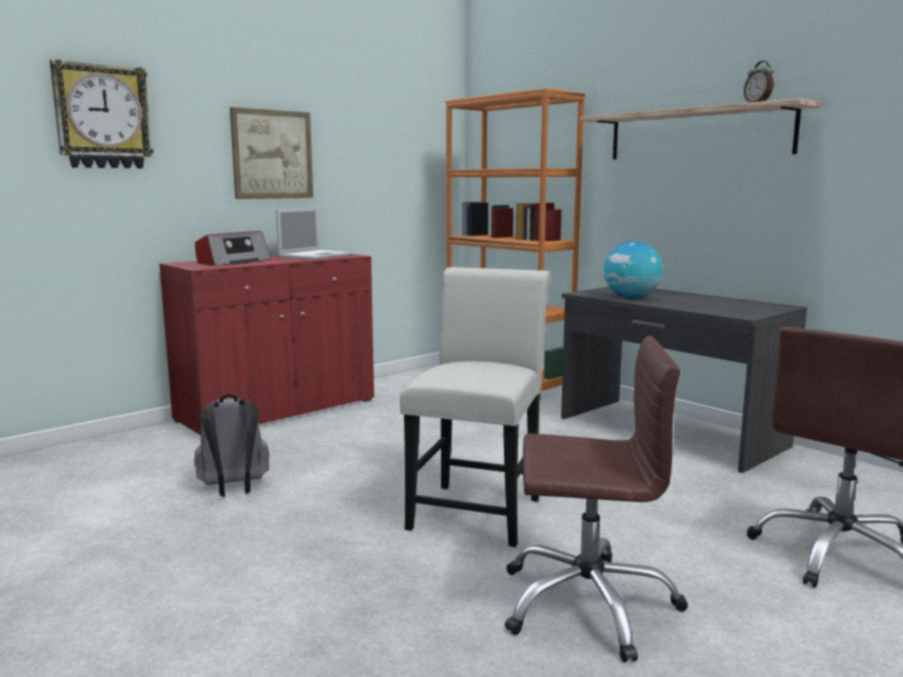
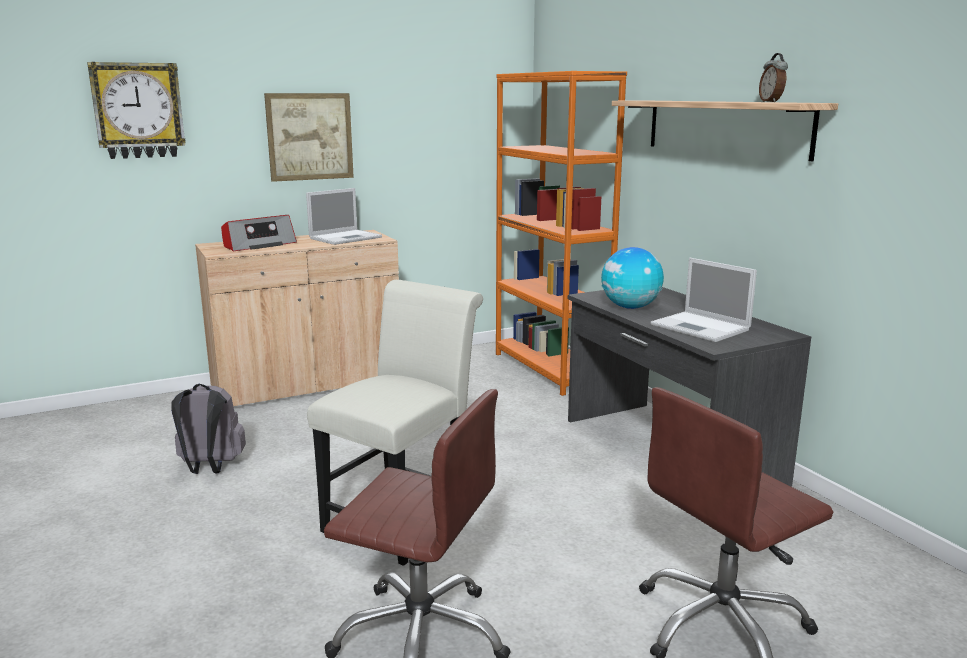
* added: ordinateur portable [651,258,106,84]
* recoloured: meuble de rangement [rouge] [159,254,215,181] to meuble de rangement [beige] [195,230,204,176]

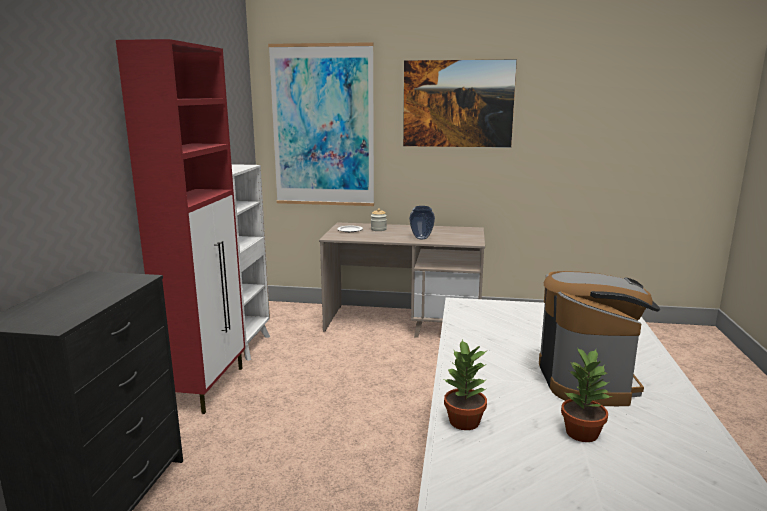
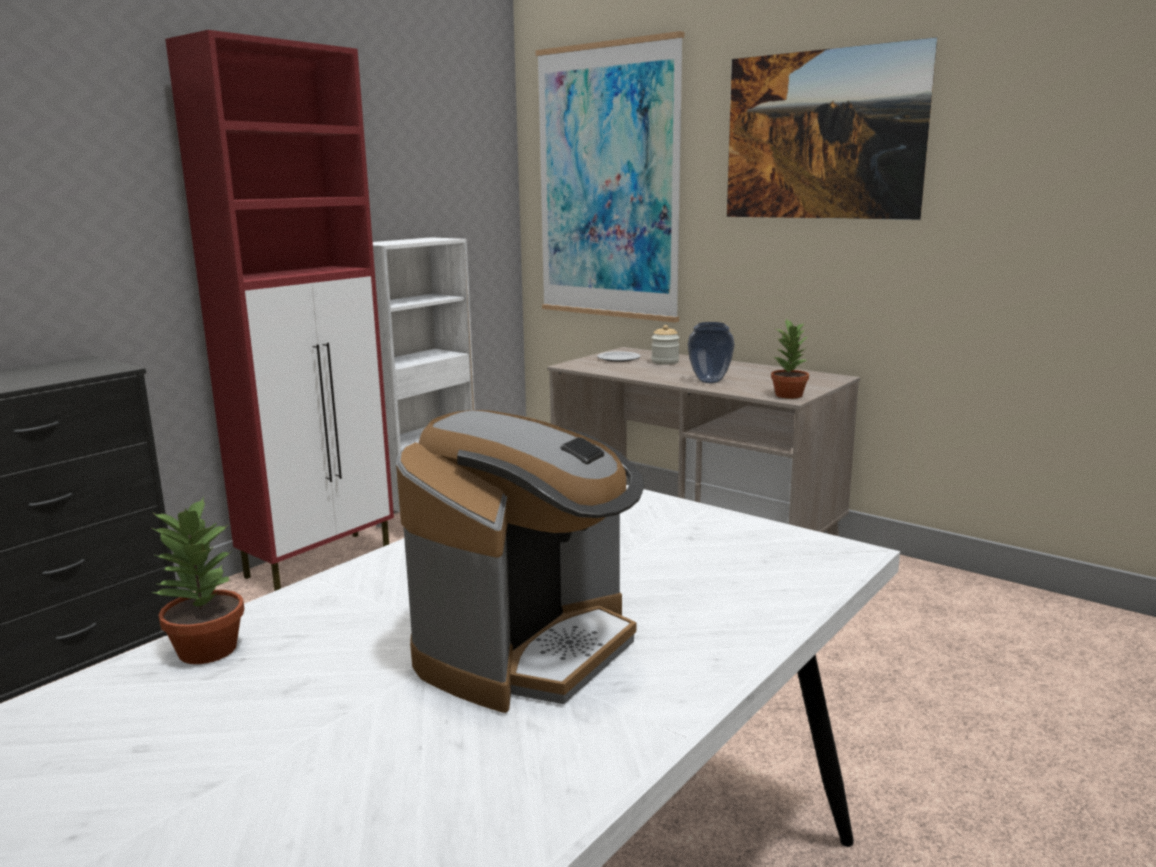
* moved: plante en pot [561,347,52,95] to [771,319,38,80]

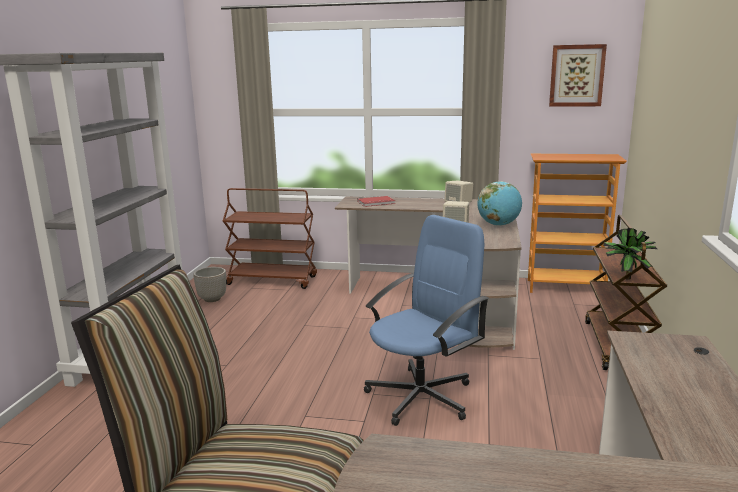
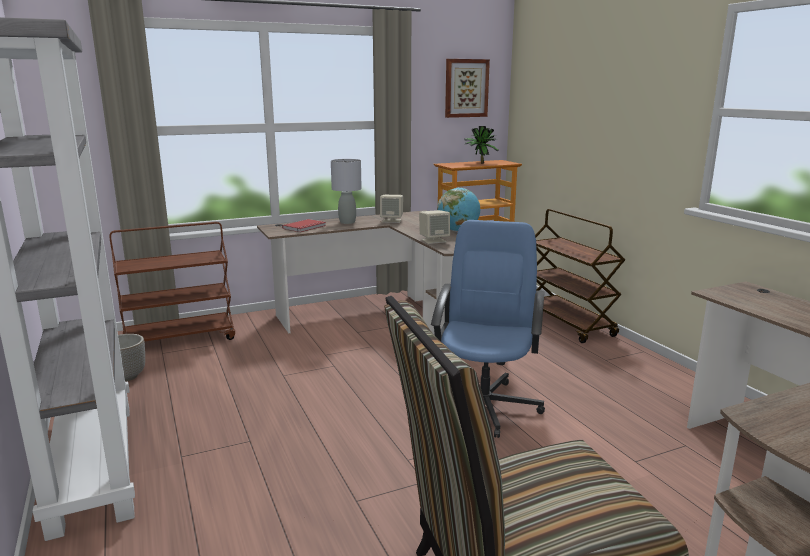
* added: lampe de table [gris] [331,159,31,65]
* moved: plante en pot [603,228,54,52] to [464,126,34,38]

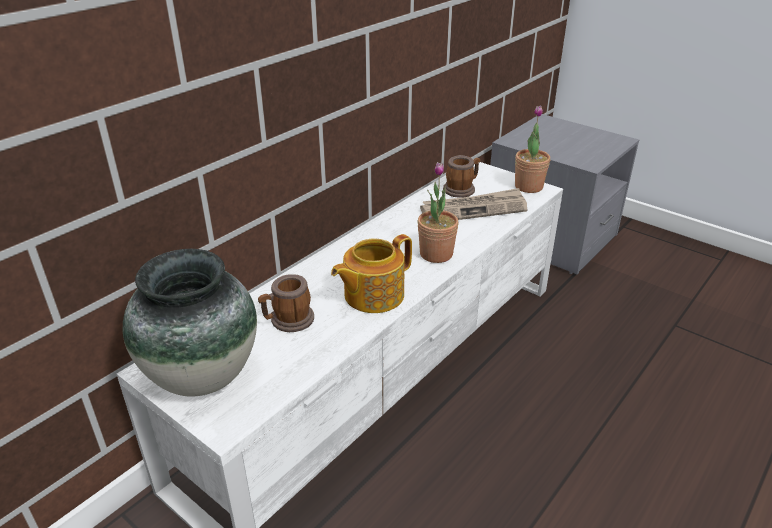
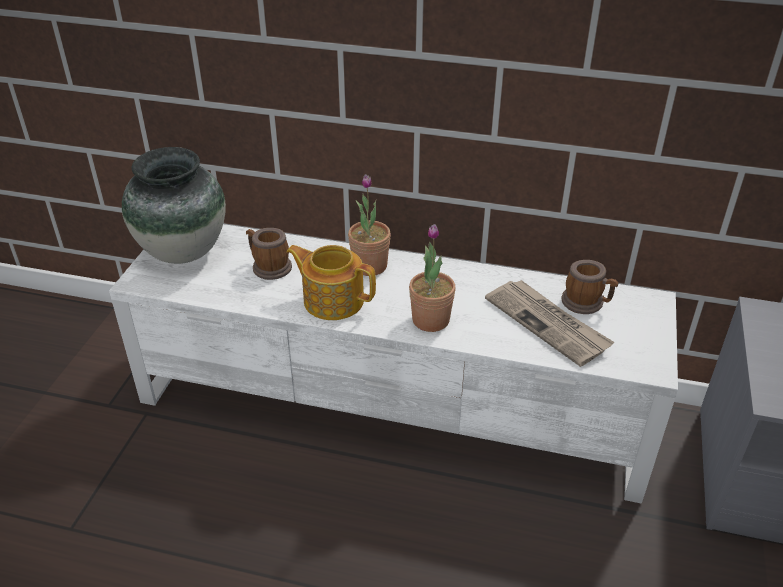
* moved: plante en pot [515,105,35,88] to [348,174,43,102]

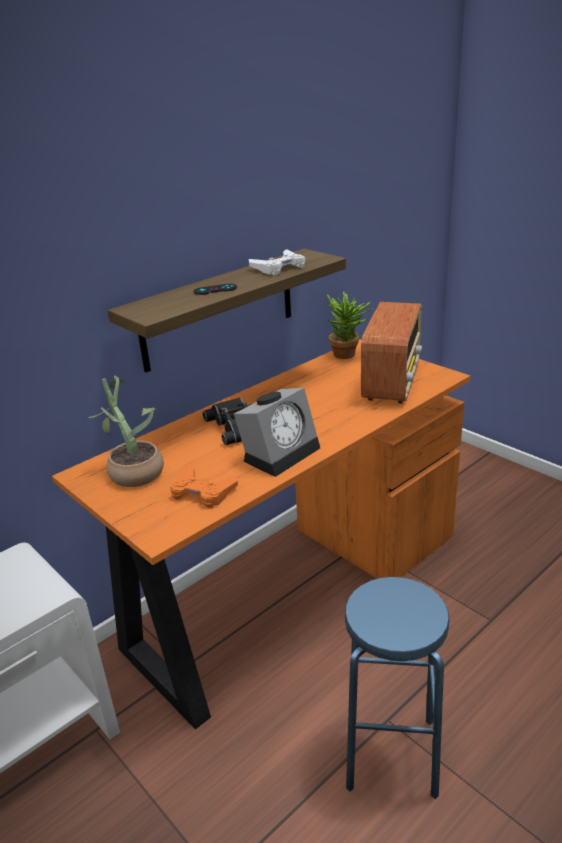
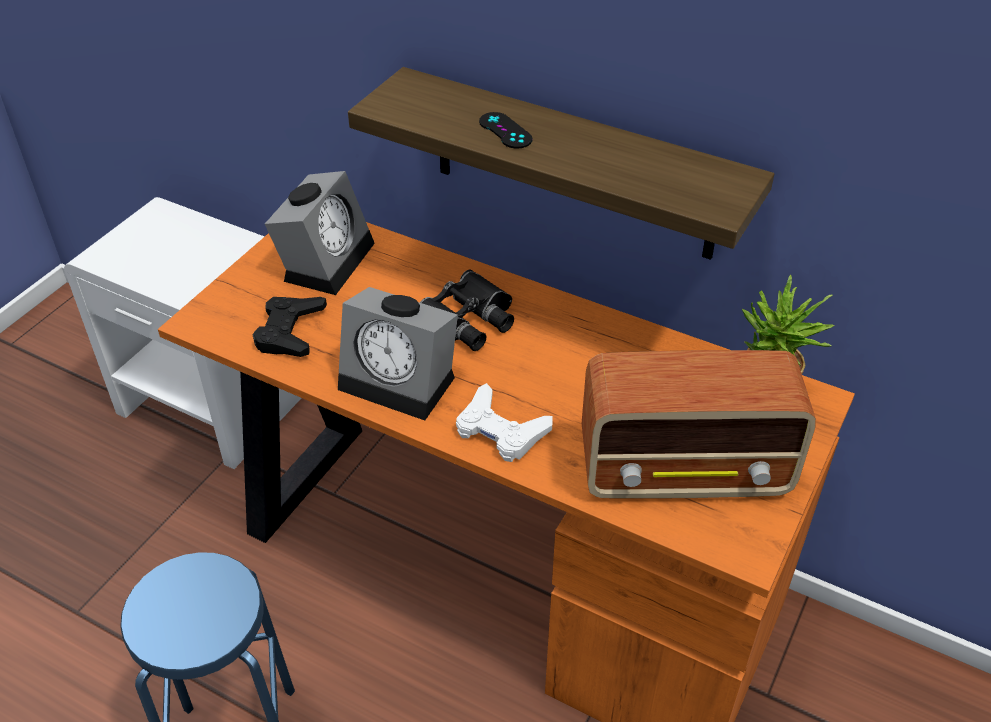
* moved: manette [blanc] [249,249,56,26] to [456,383,97,79]
* replaced: plante en pot [89,376,75,111] to réveil [265,171,110,124]
* recoloured: manette [orange] [170,465,68,43] to manette [noir] [252,297,75,60]

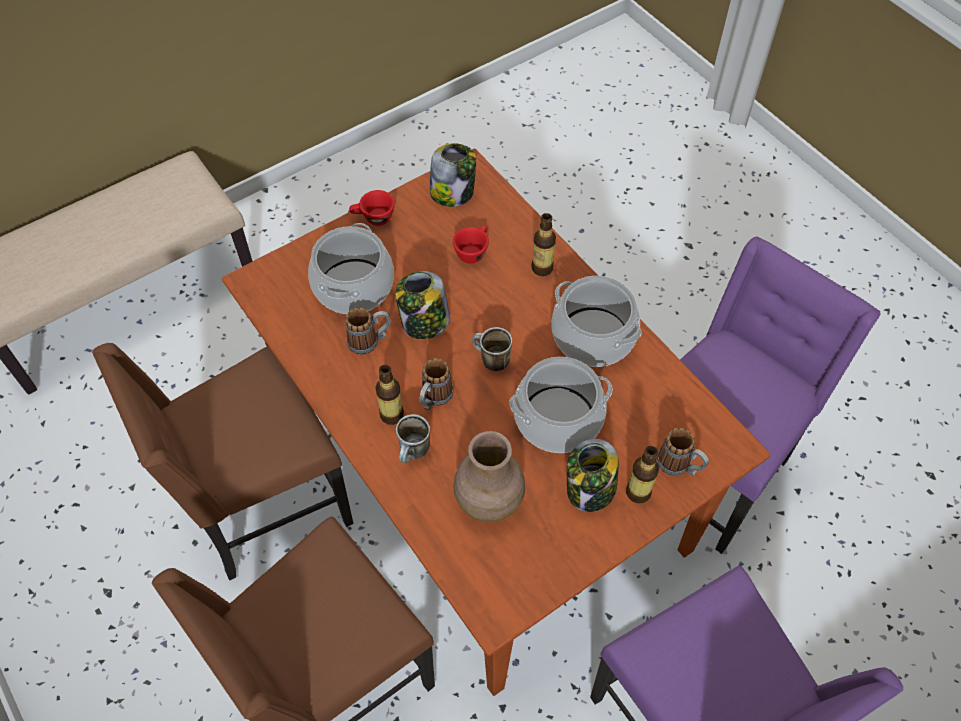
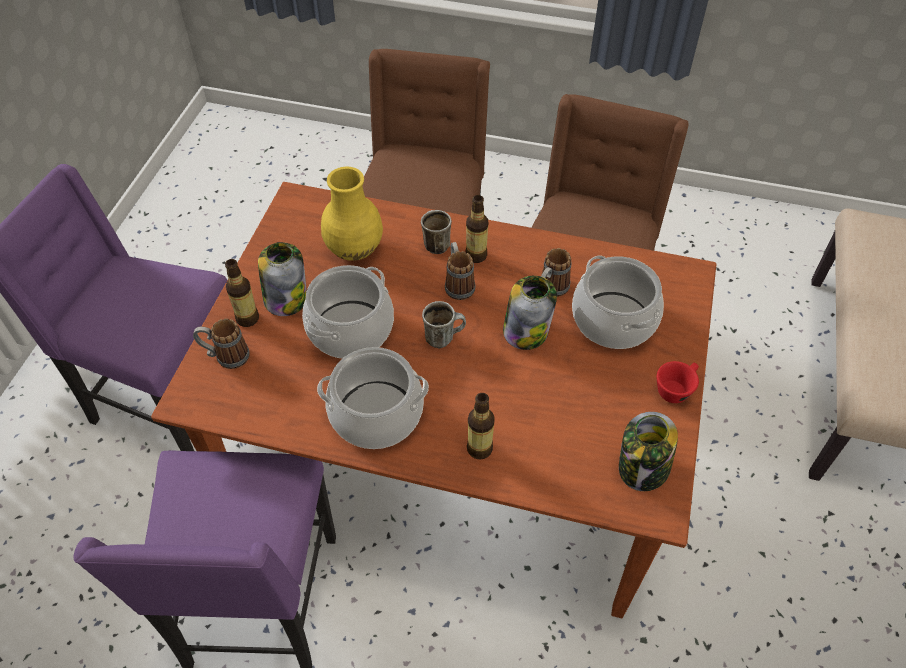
* removed: tasse [rouge] [453,225,36,39]
* recoloured: vase [marron] [454,431,71,91] to vase [jaune] [321,167,62,94]

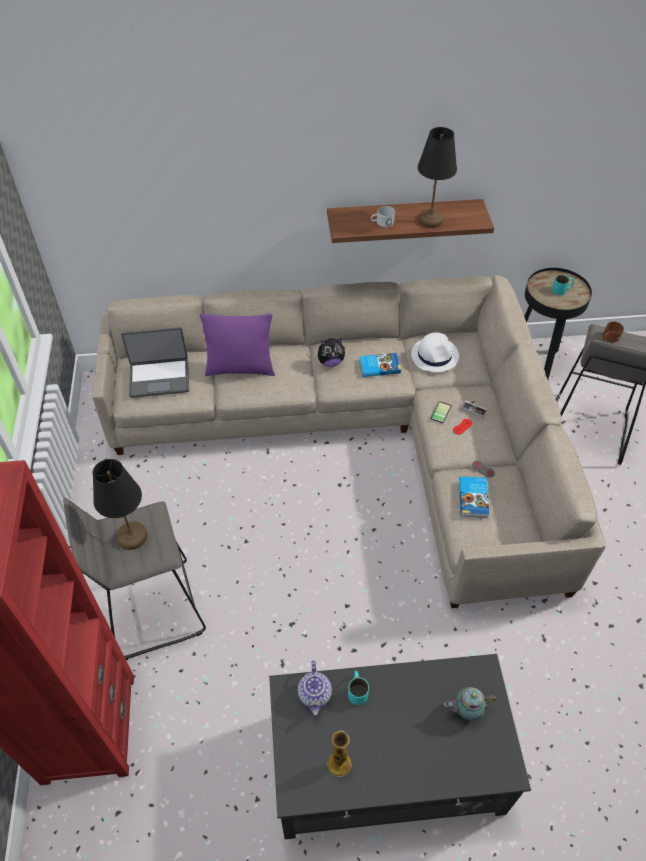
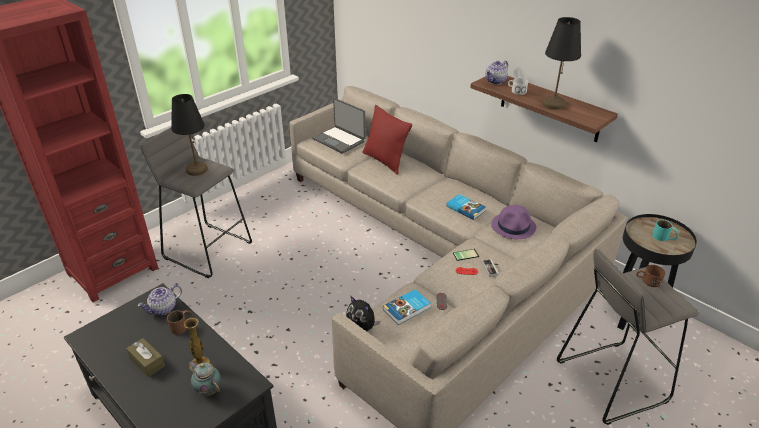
* added: boîte à mouchoirs [marron] [126,338,39,39]
* added: théière [485,61,23,24]
* moved: peluche [318,338,27,29] to [346,296,34,35]
* moved: vase [327,730,25,47] to [184,318,26,53]
* recoloured: coussin [violet] [200,314,75,62] to coussin [rouge] [362,105,50,70]
* recoloured: mug [turquoise] [348,671,21,34] to mug [marron] [167,310,26,25]
* recoloured: chapeau [blanc] [411,332,48,40] to chapeau [violet] [491,205,45,34]

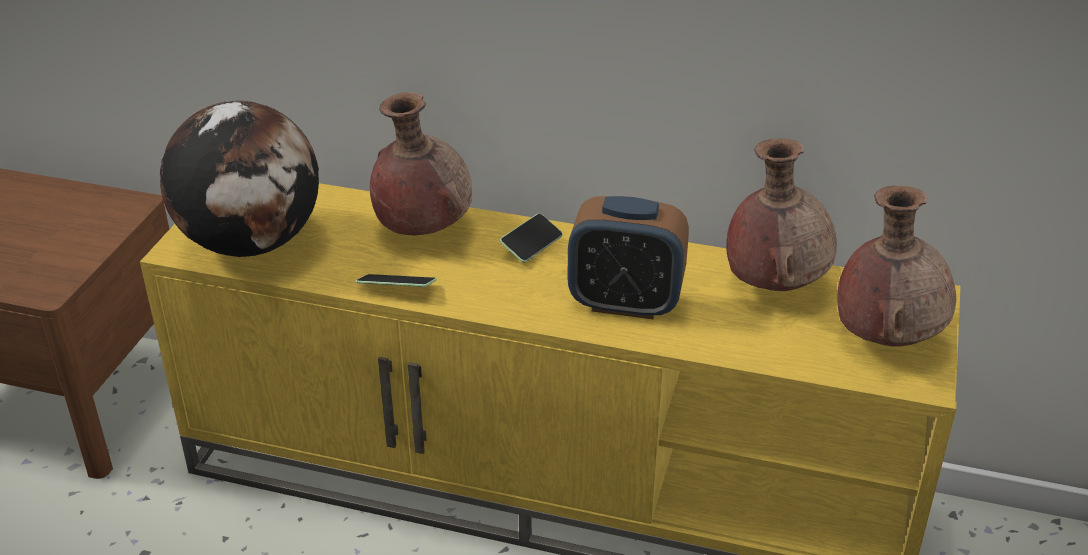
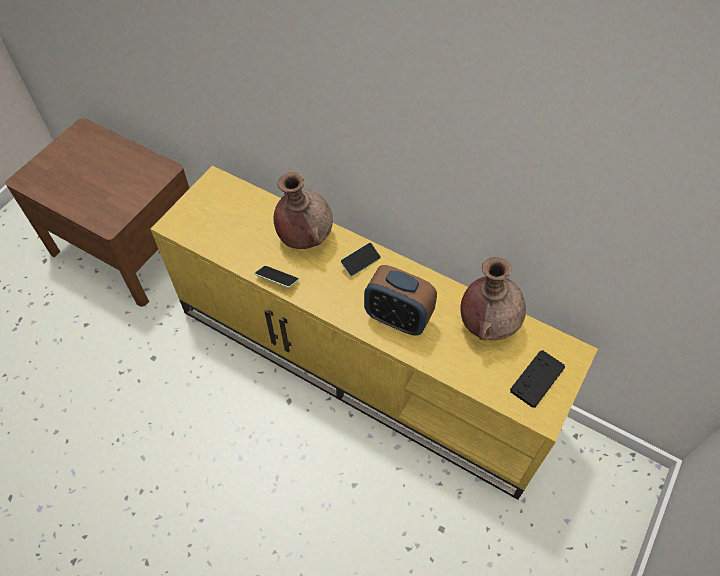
* removed: globe [160,101,159,156]
* replaced: vase [marron] [837,186,119,161] to manette [noir] [510,350,55,58]

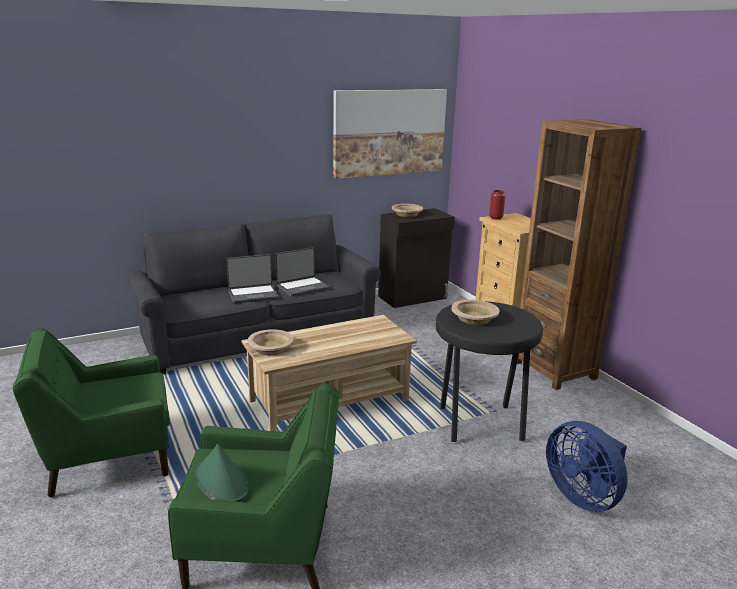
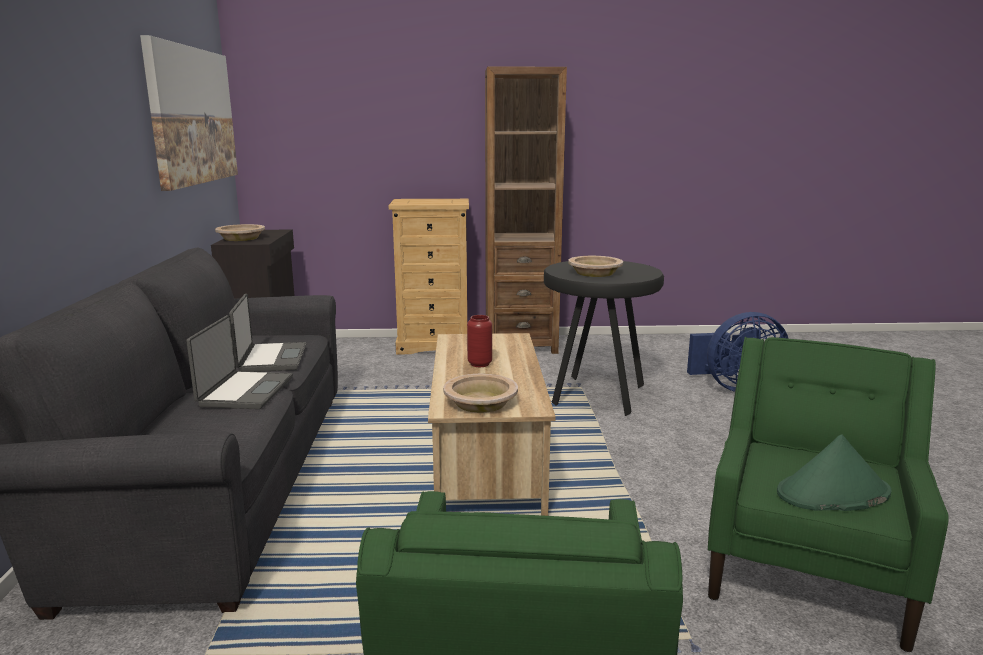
* moved: vase [rouge] [489,190,16,30] to [467,315,25,52]

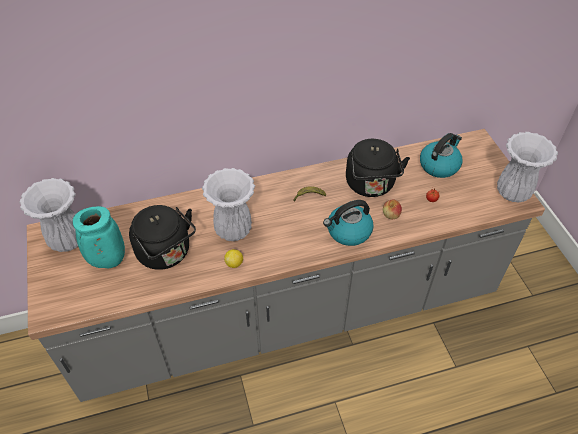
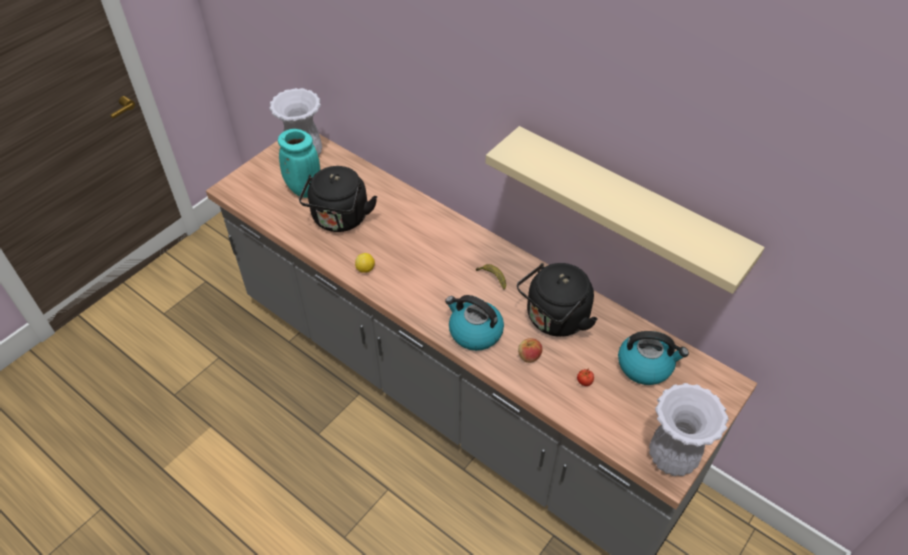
* removed: vase [blanc] [202,168,53,73]
* added: étagère [beige] [486,126,279,168]

